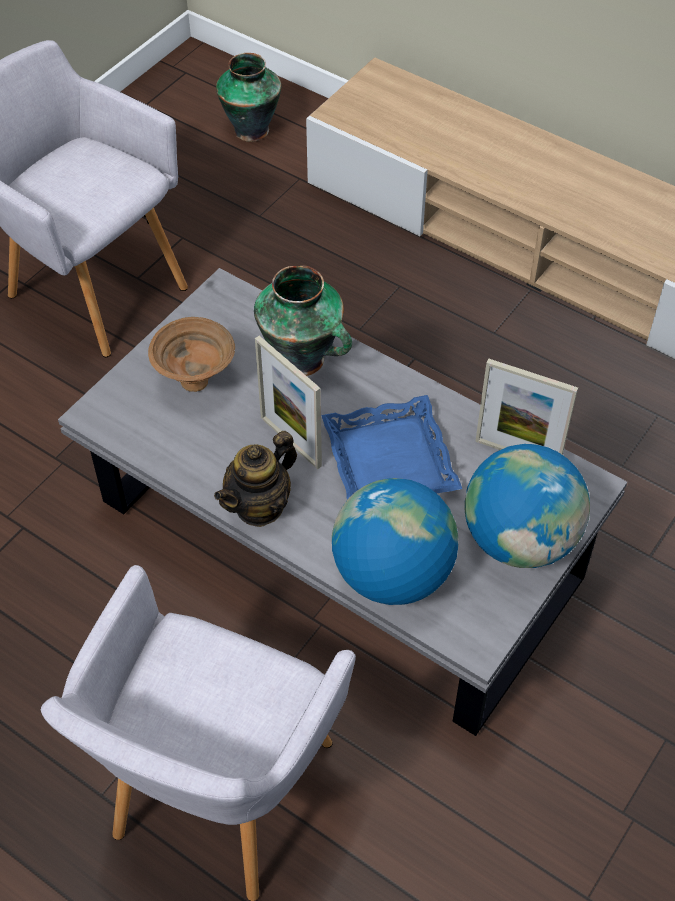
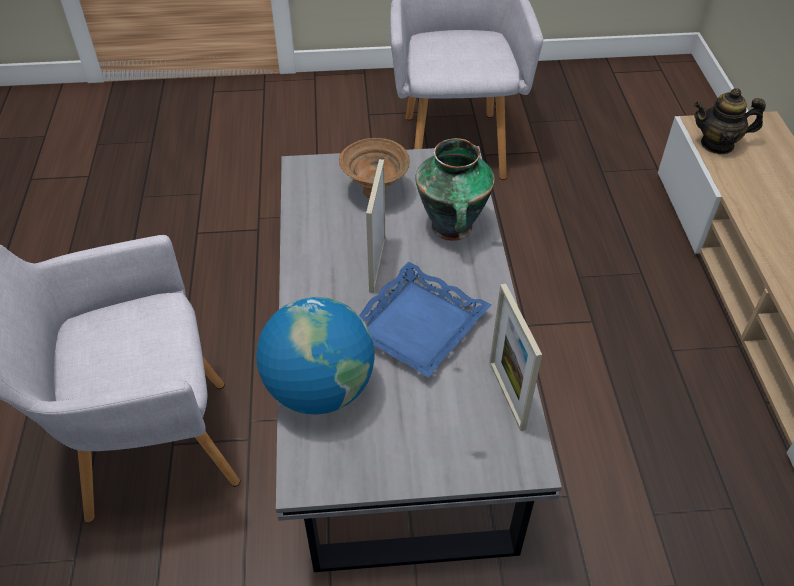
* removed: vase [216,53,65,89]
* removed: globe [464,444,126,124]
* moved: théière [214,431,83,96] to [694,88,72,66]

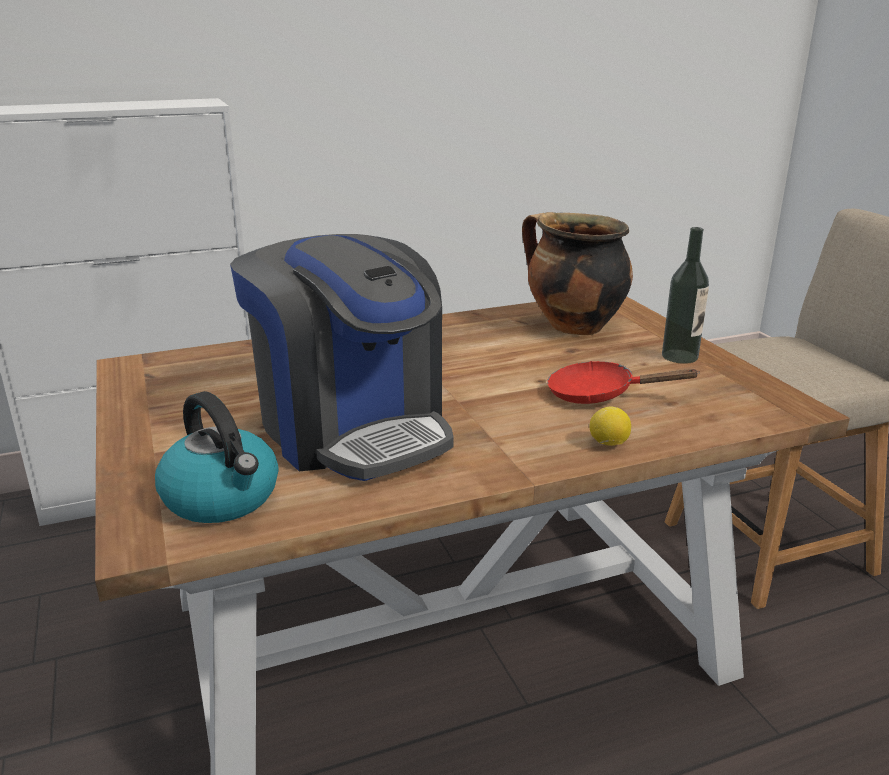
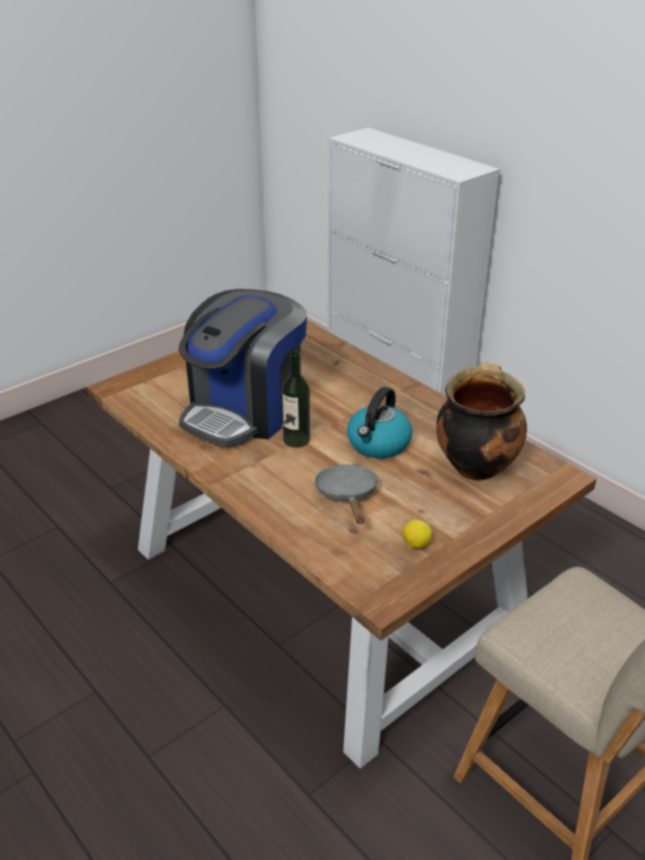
* moved: bouilloire [155,391,123,132] to [347,387,65,71]
* moved: citron [590,407,41,39] to [402,519,30,30]
* moved: bouteille [662,227,47,137] to [281,351,29,97]
* recoloured: poêle [rouge] [547,361,153,43] to poêle [gris] [314,465,64,59]

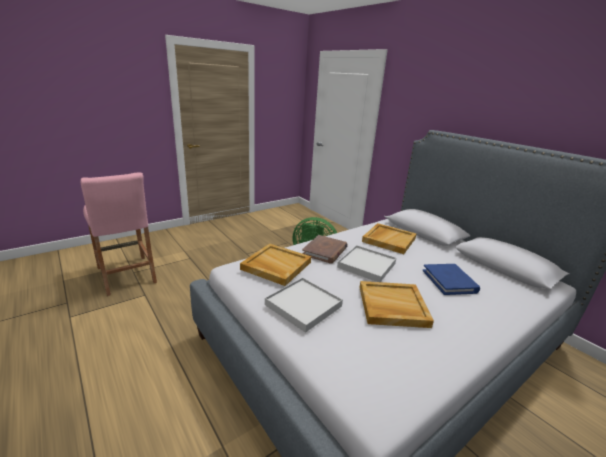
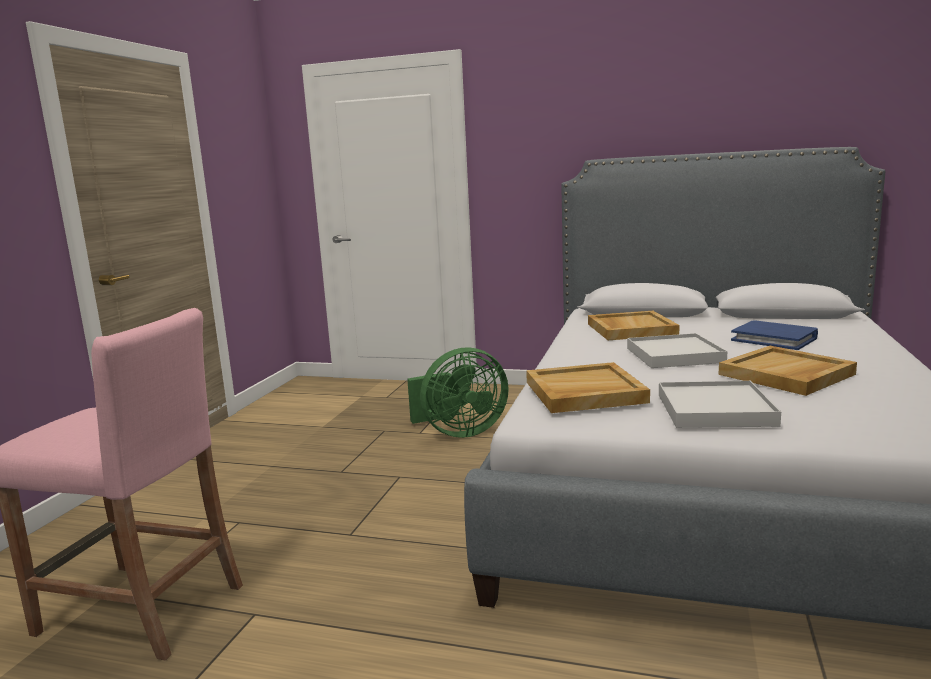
* removed: livre [marron] [302,235,46,29]

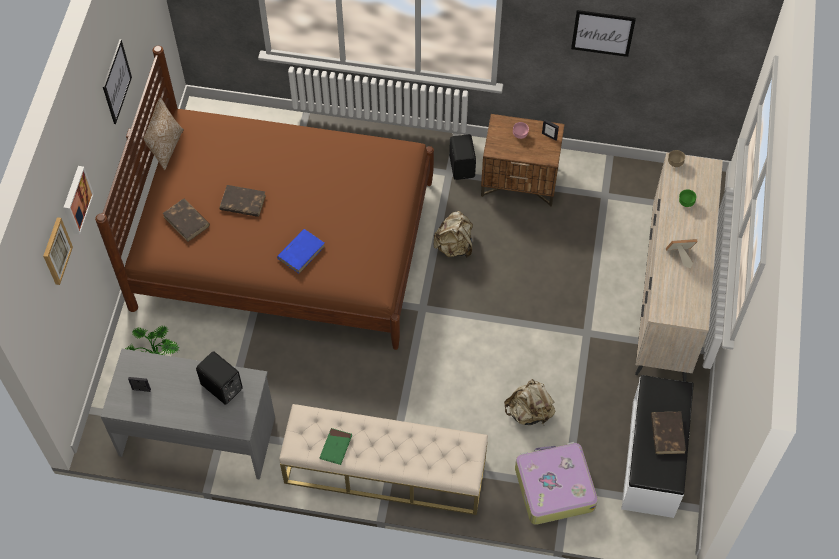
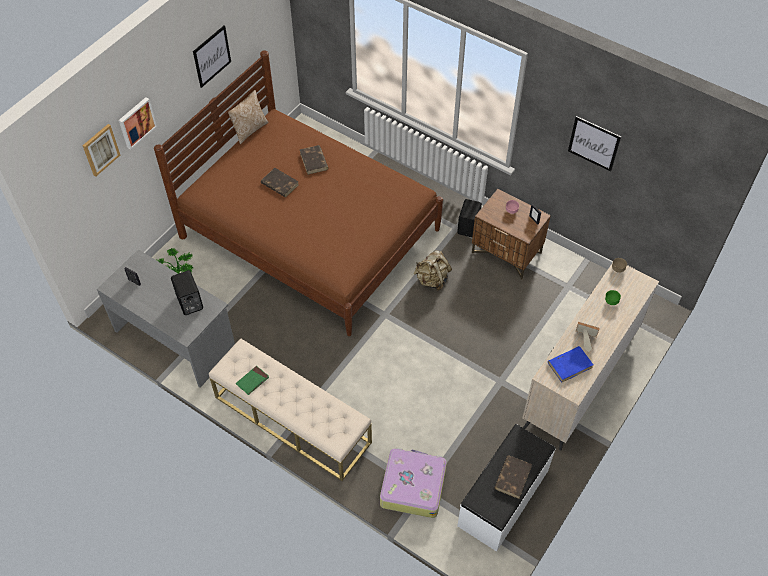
* removed: sac à dos [beige] [504,379,51,46]
* moved: livre [marron] [162,199,48,43] to [300,145,28,30]
* moved: livre [bleu] [277,229,48,44] to [548,346,45,37]

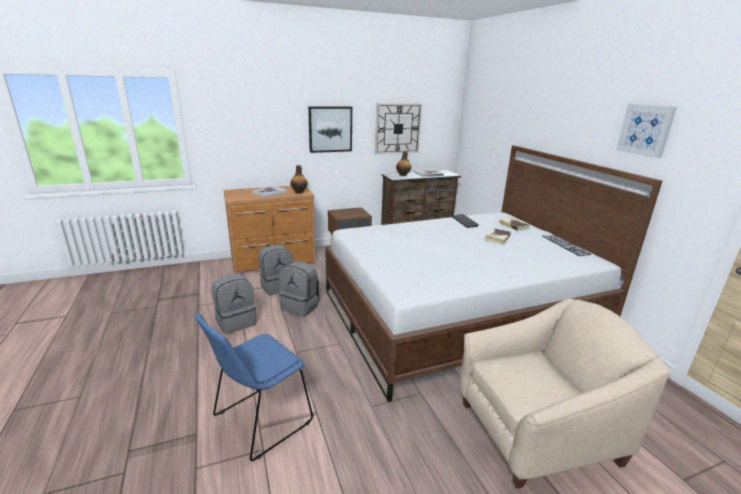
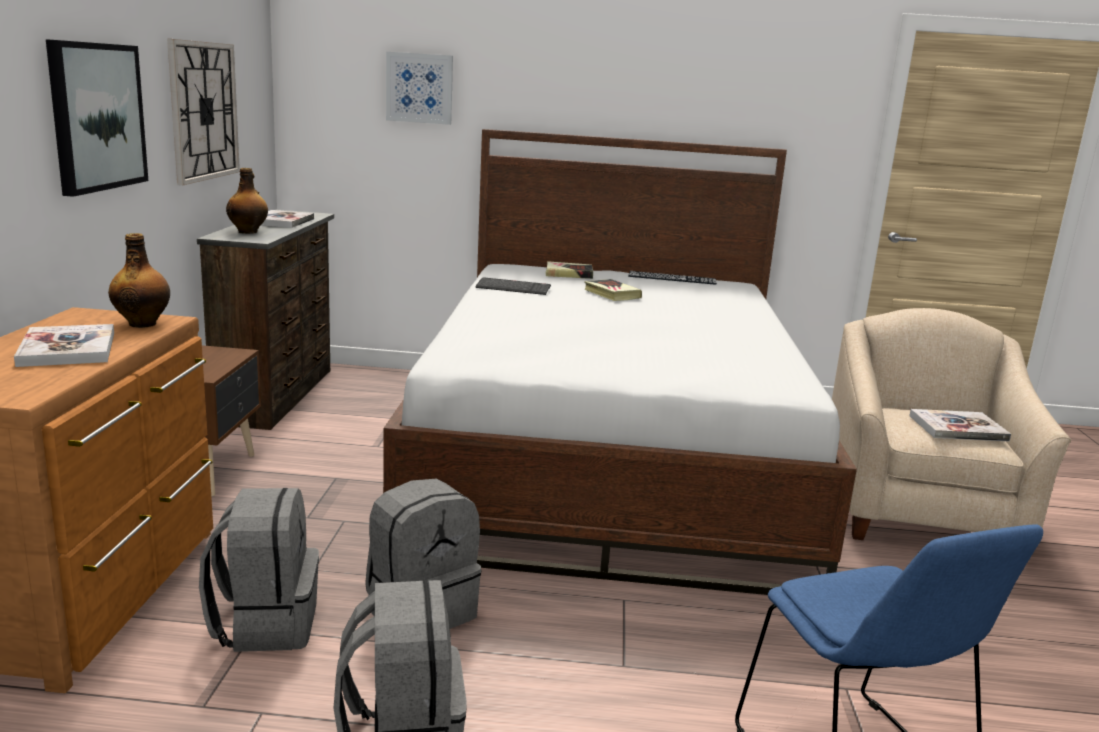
* added: livre [909,409,102,33]
* moved: tableau [616,104,61,54] to [386,52,67,73]

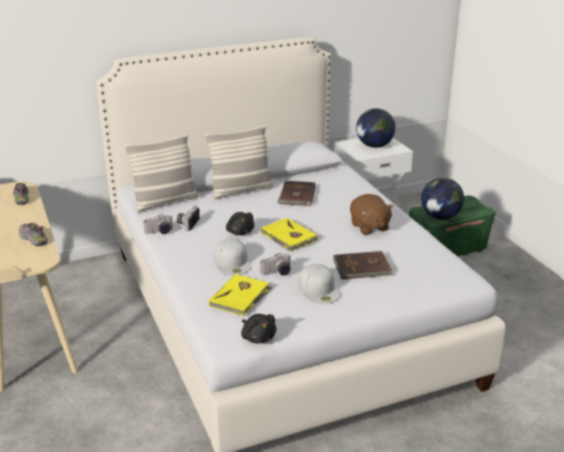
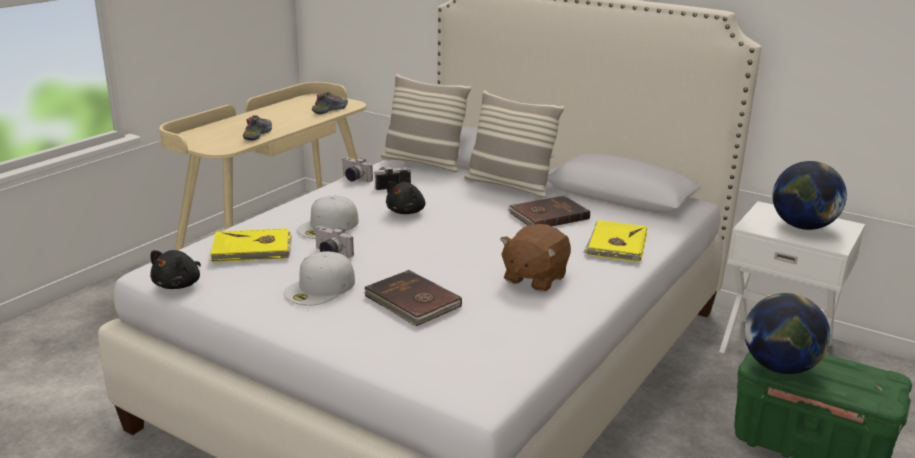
* moved: livre [jaune] [260,218,58,33] to [583,220,64,42]

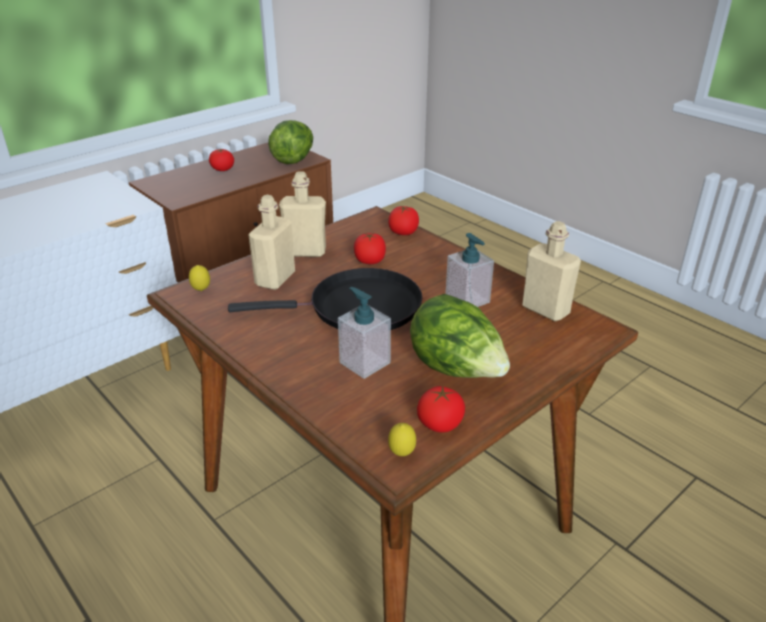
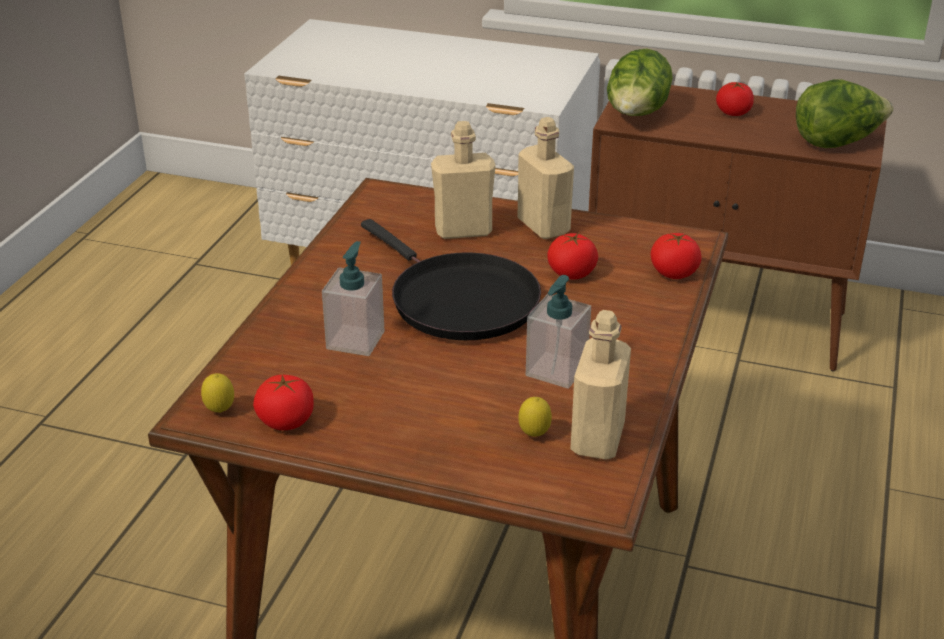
* moved: citron [189,265,21,26] to [518,397,34,40]
* moved: laitue [410,294,100,84] to [607,48,66,68]

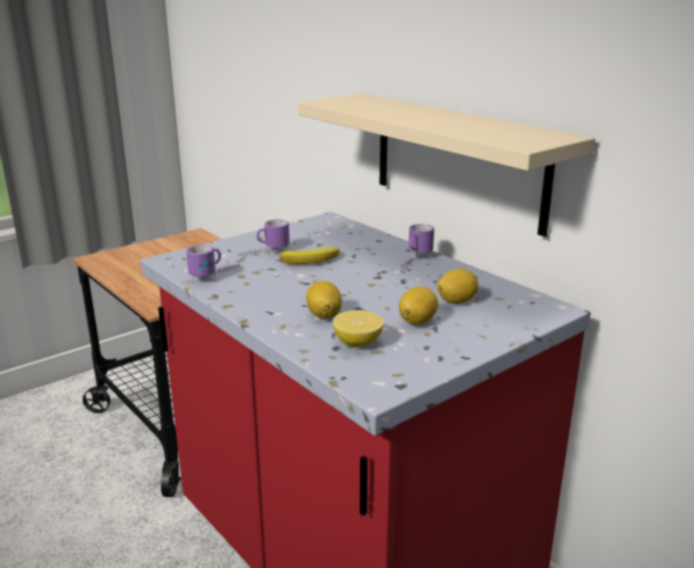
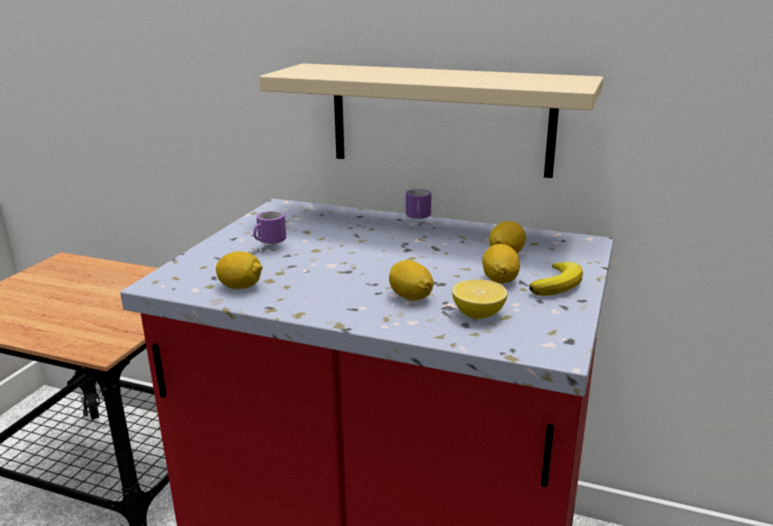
* moved: banane [279,247,61,18] to [529,261,54,35]
* replaced: mug [186,245,54,33] to citron [216,251,47,38]

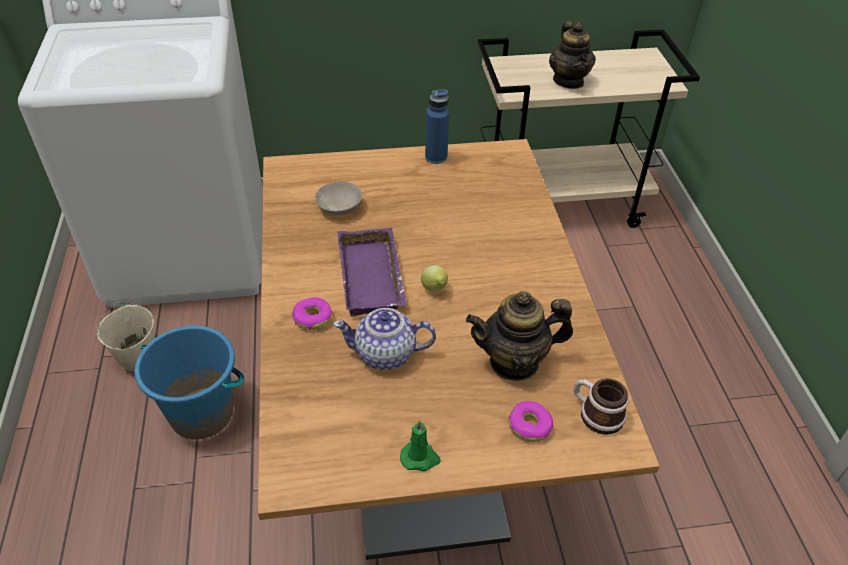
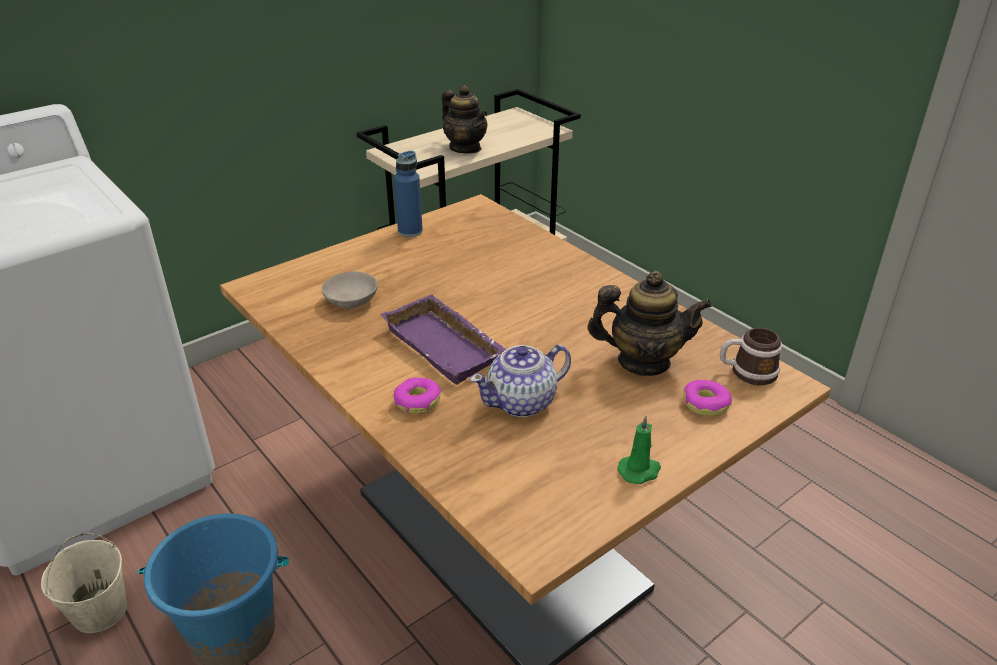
* removed: citron [421,265,27,26]
* turned: théière [466,291,107,90] = [587,271,125,105] 135 degrees counterclockwise

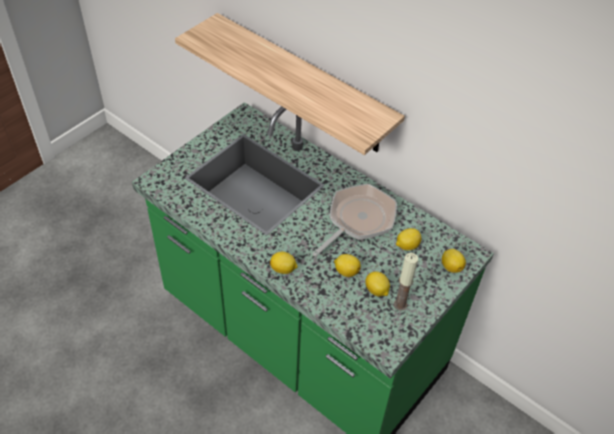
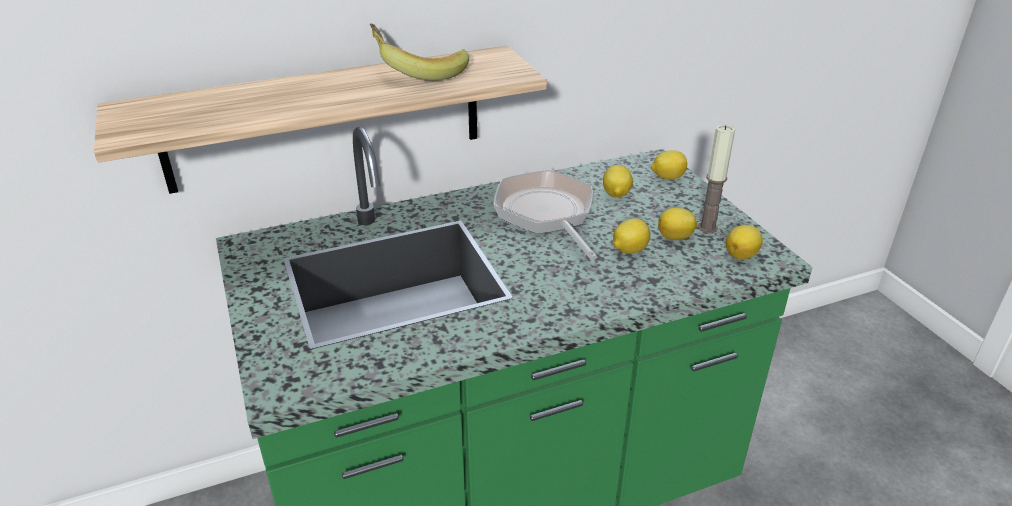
* added: banane [370,24,99,57]
* moved: citron [270,251,28,23] to [726,225,37,35]

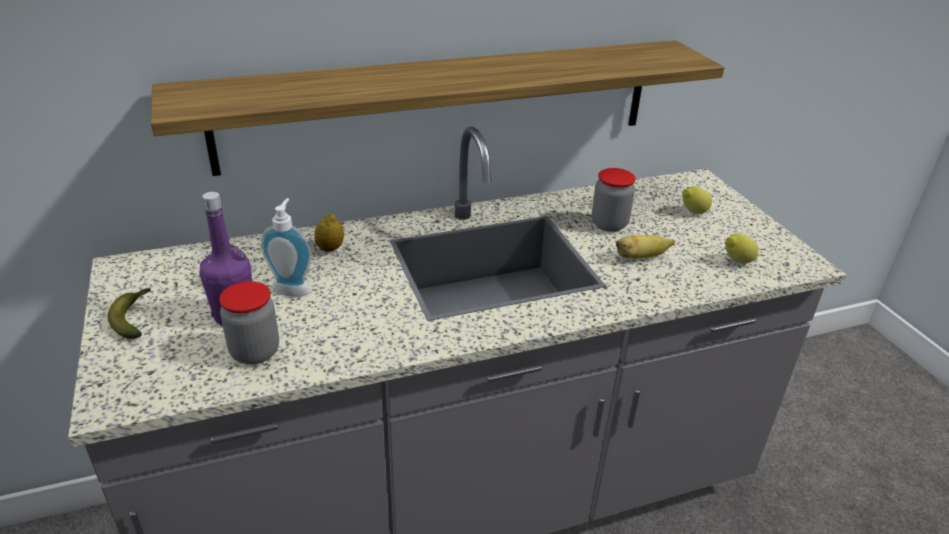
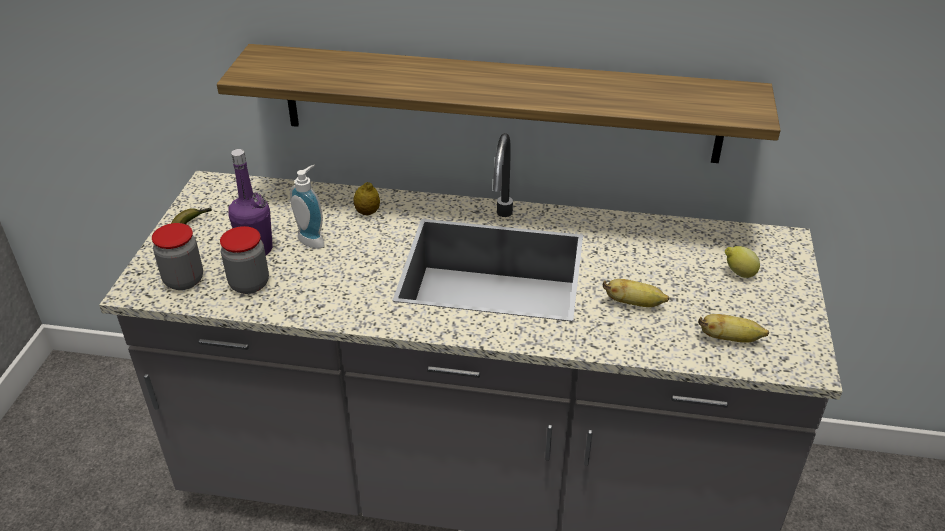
* moved: bocal [592,168,44,64] to [152,223,51,67]
* replaced: citron [725,233,33,31] to banane [698,314,71,29]

